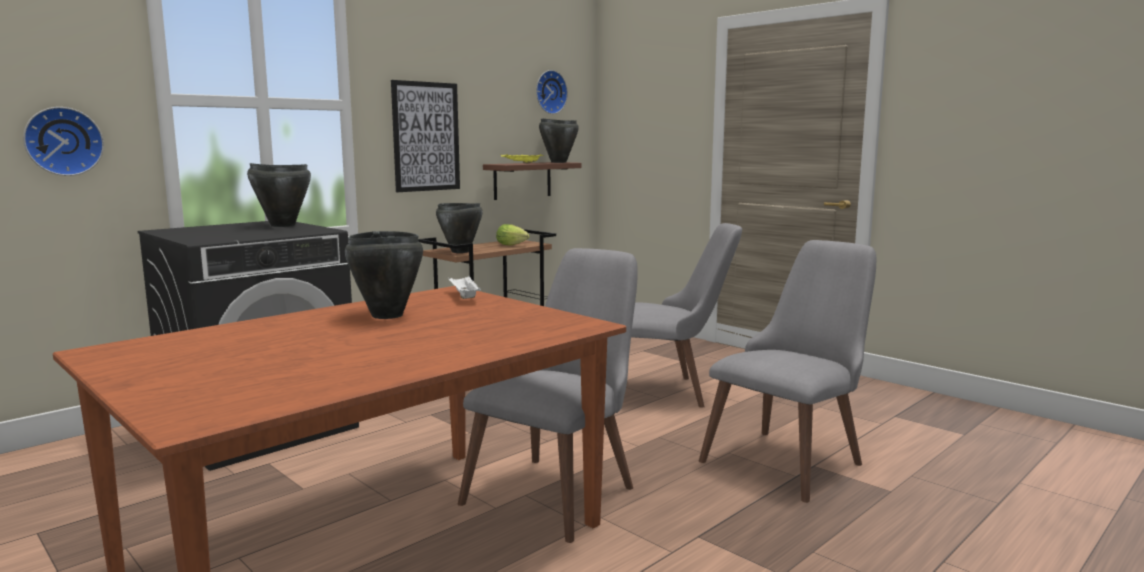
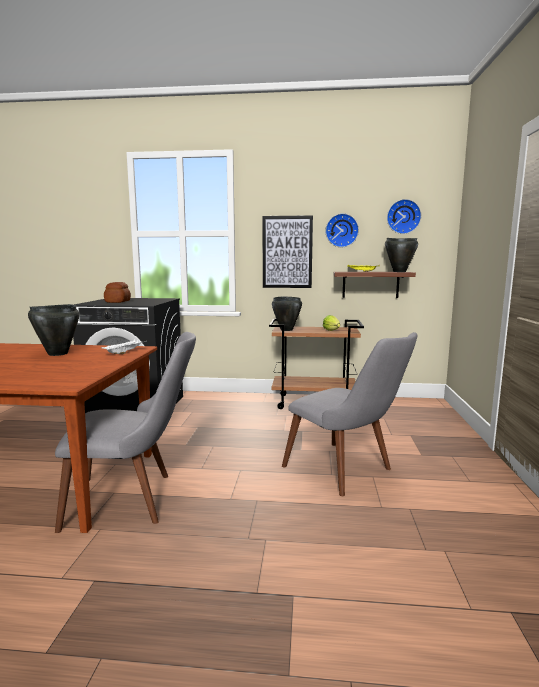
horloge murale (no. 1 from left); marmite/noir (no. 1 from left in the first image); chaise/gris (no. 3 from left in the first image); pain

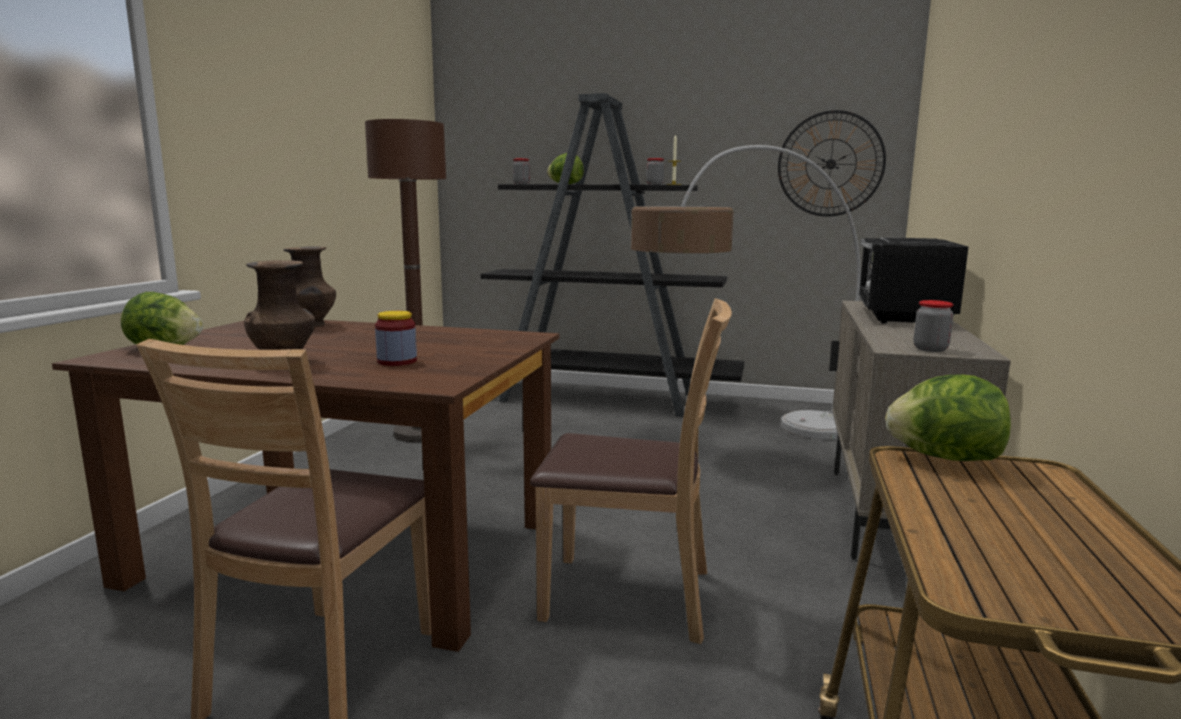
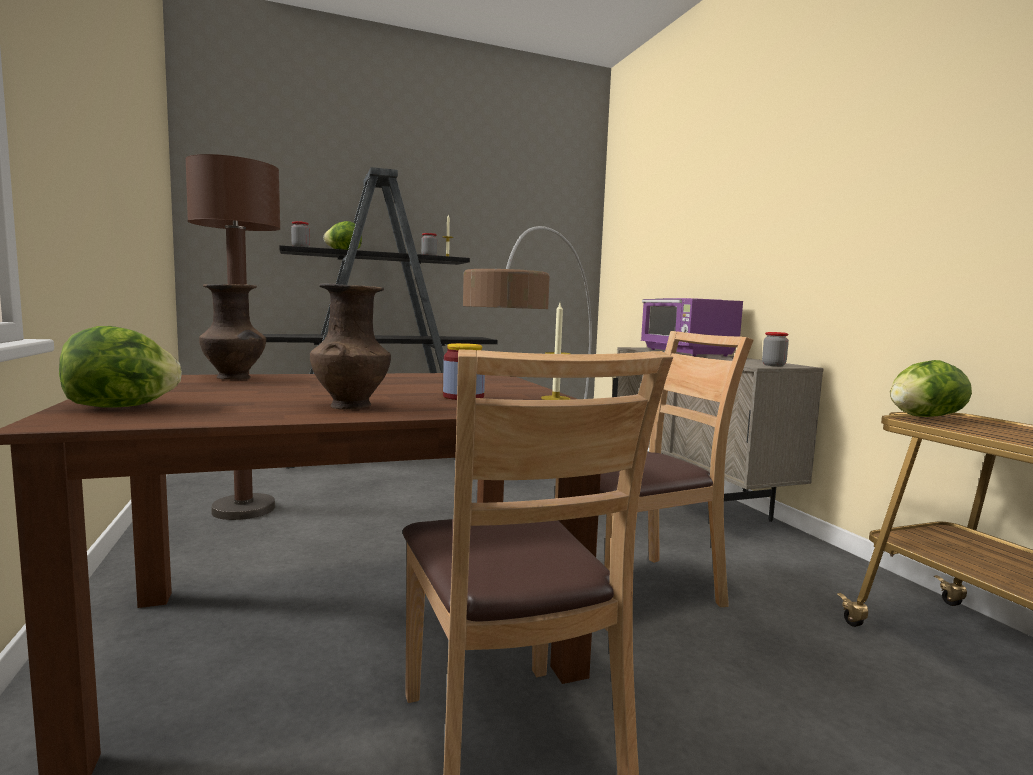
horloge murale; micro-ondes/violet; bougie (no. 2 from left)

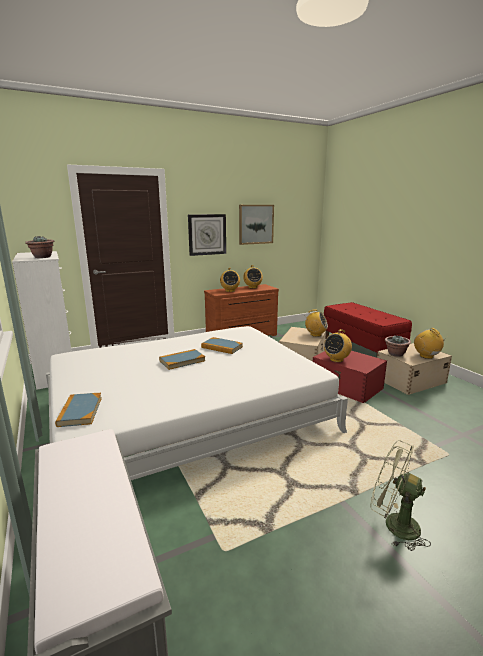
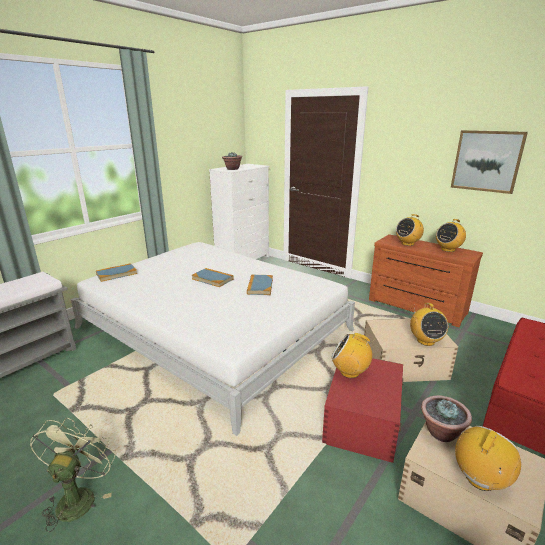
horloge murale

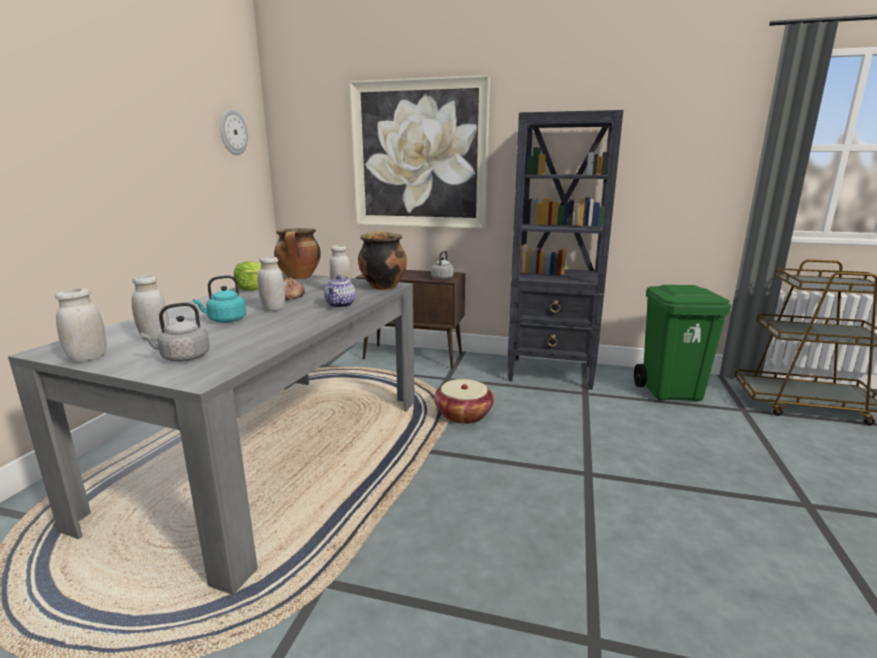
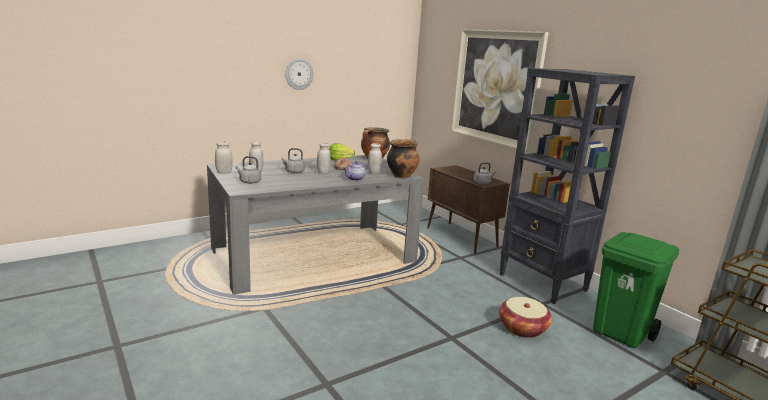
bouilloire/gris (no. 2 from left); horloge murale; panier

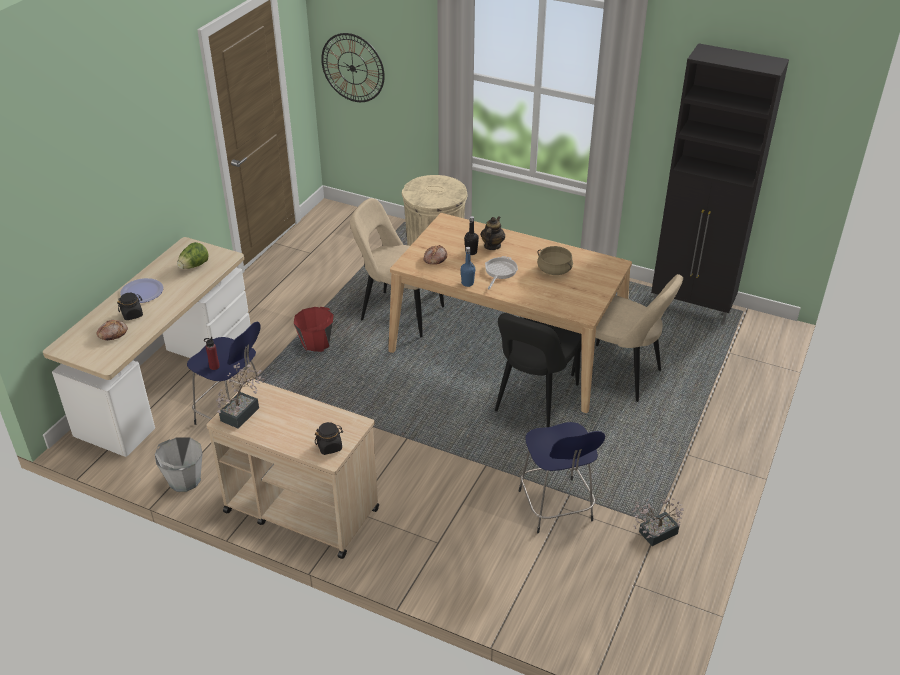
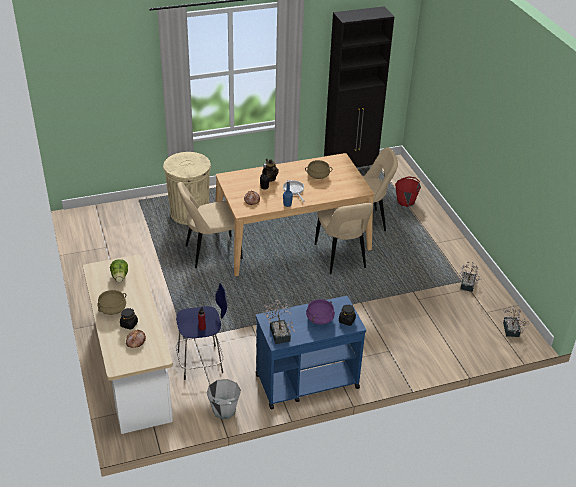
marmite/beige (no. 1 from left); chariot/bleu; seau/rouge; horloge murale; chaise/beige (no. 2 from left); tabouret/bleu (no. 2 from left in the first image); marmite/violet; plante en pot (no. 3 from left)

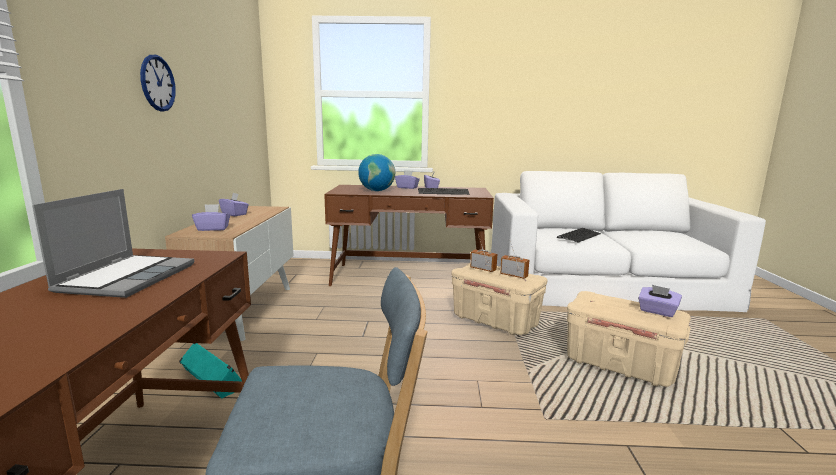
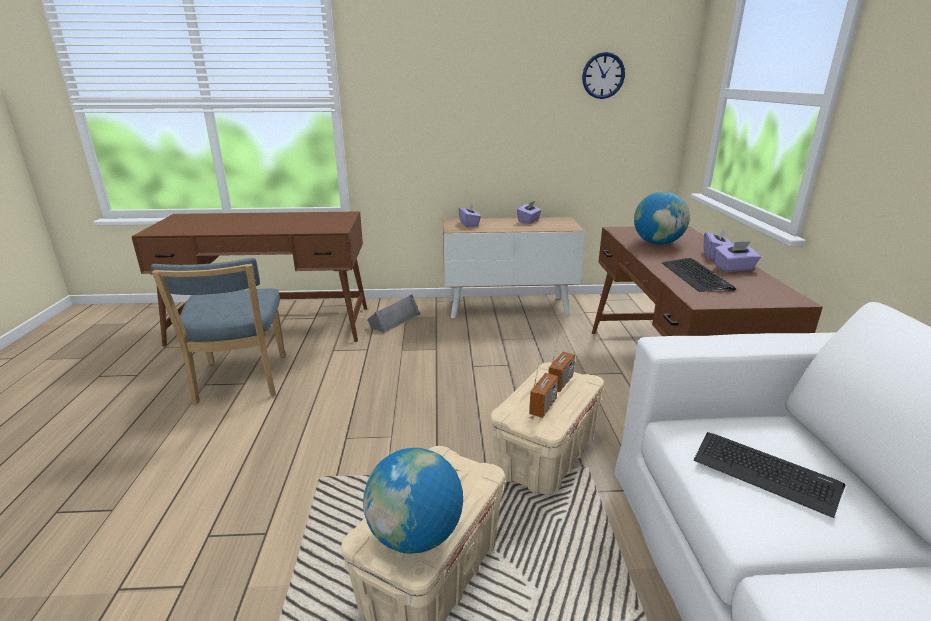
ordinateur portable; horloge murale; enceinte/gris; globe (no. 1 from left)

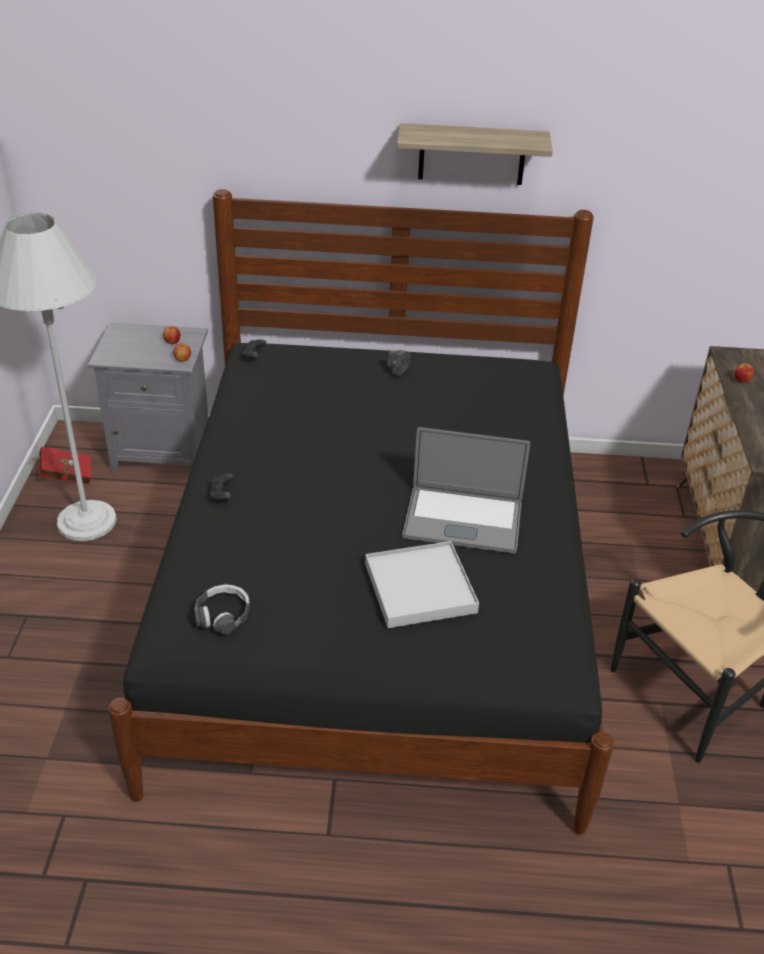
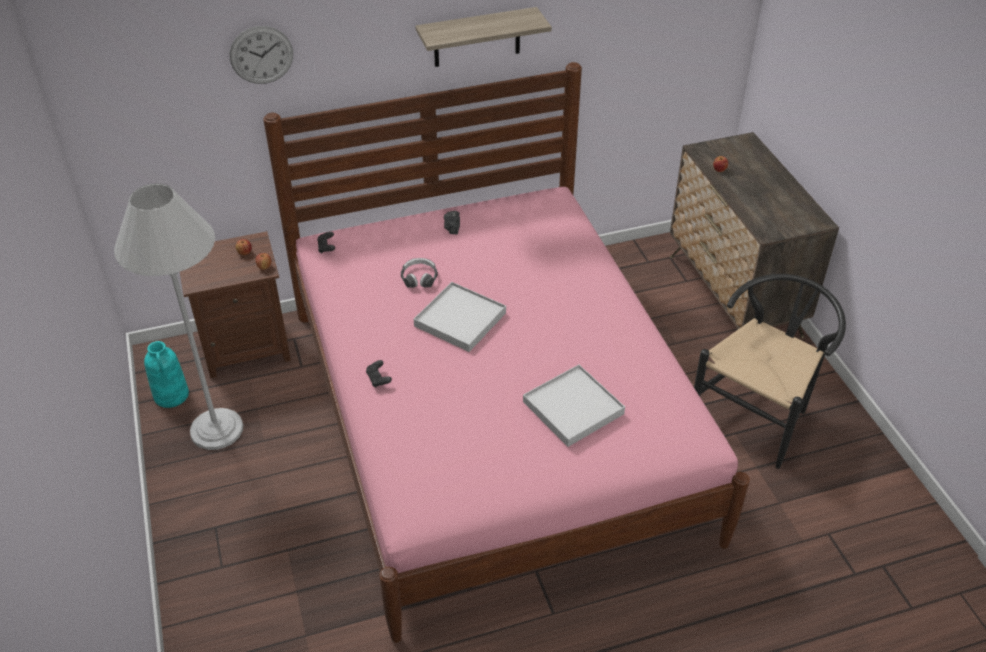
vase/turquoise; table de chevet/marron; lit/rose; casque audio; ordinateur portable; horloge murale; plateau/blanc (no. 1 from left)

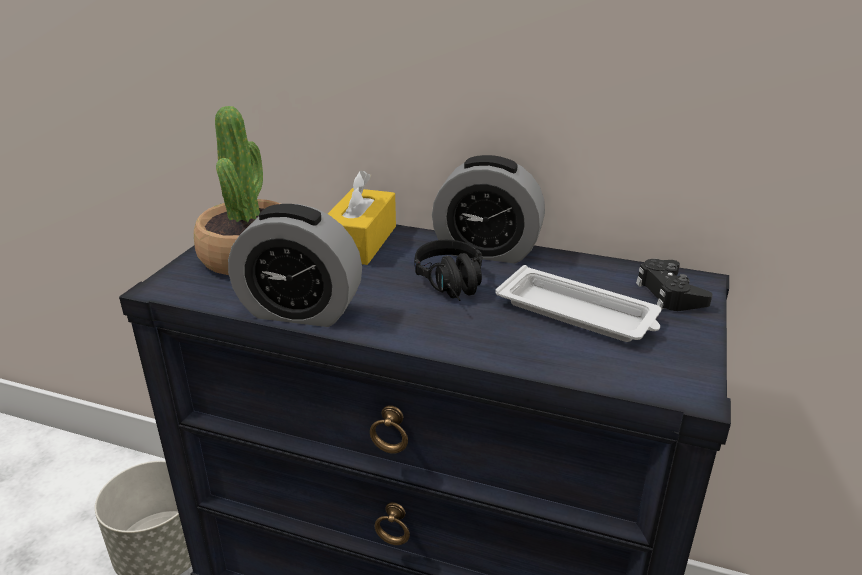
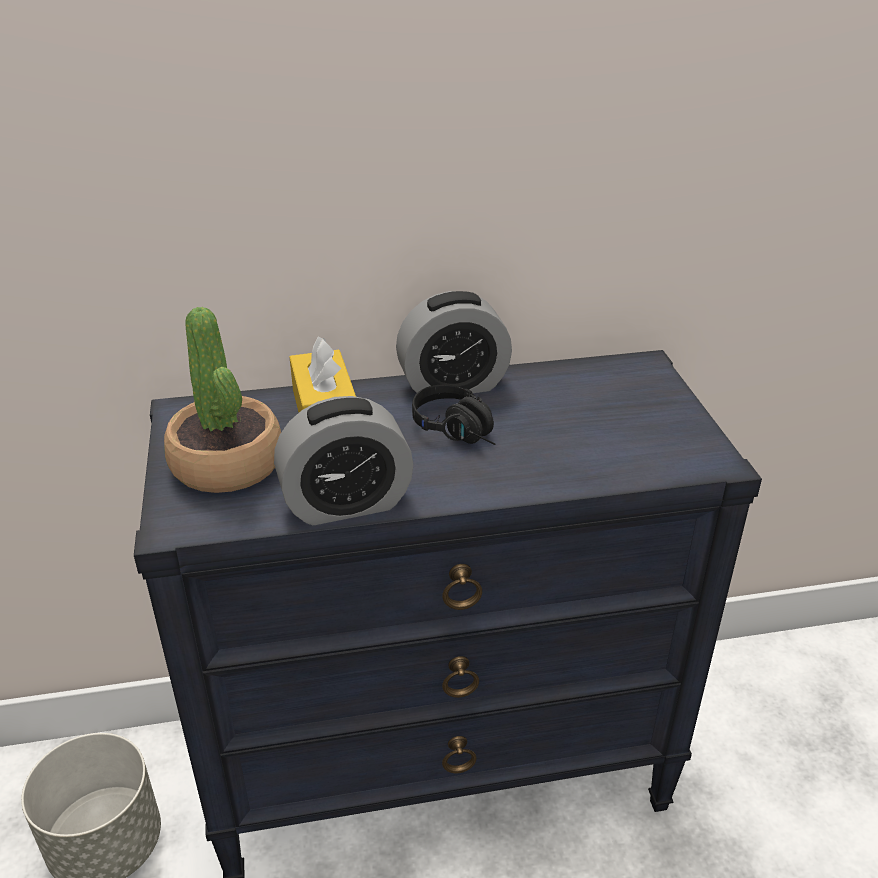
plateau/blanc; manette/noir

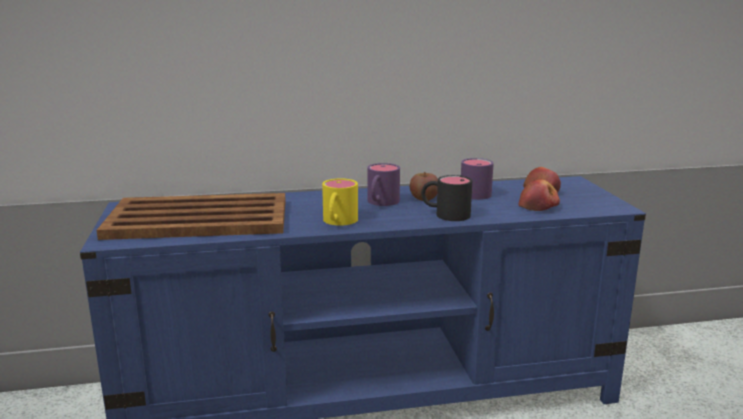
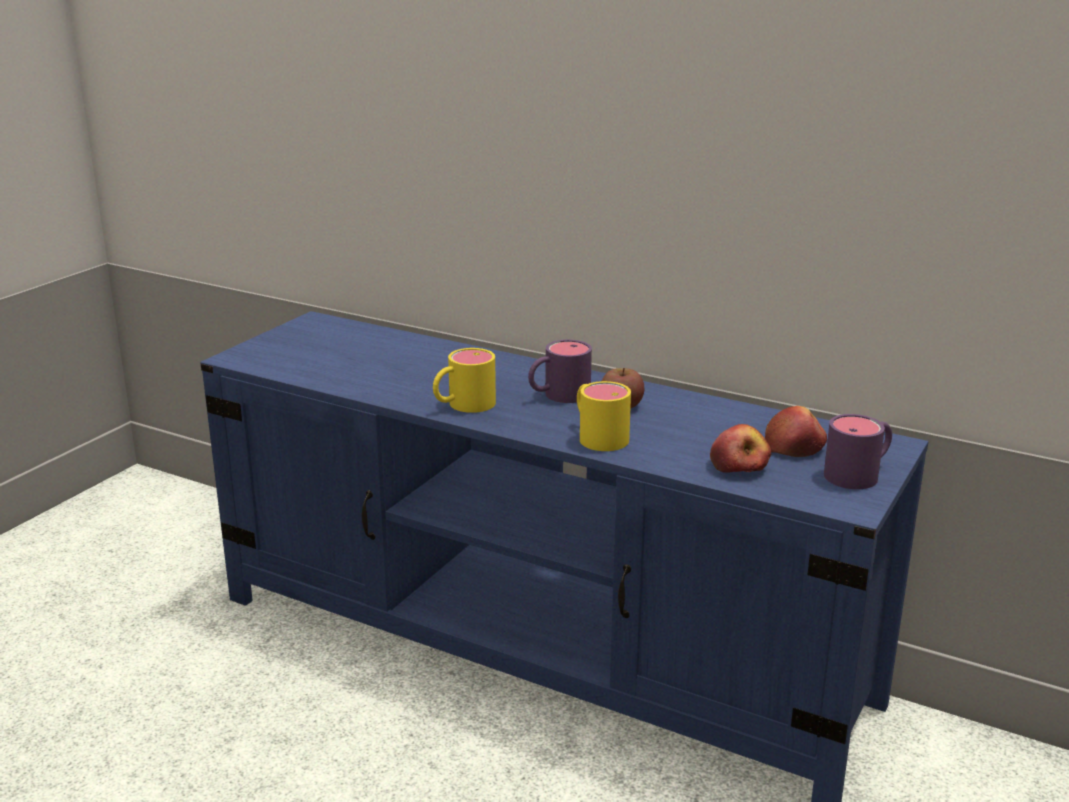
plateau/marron; mug/jaune (no. 2 from left); mug/violet (no. 2 from left)

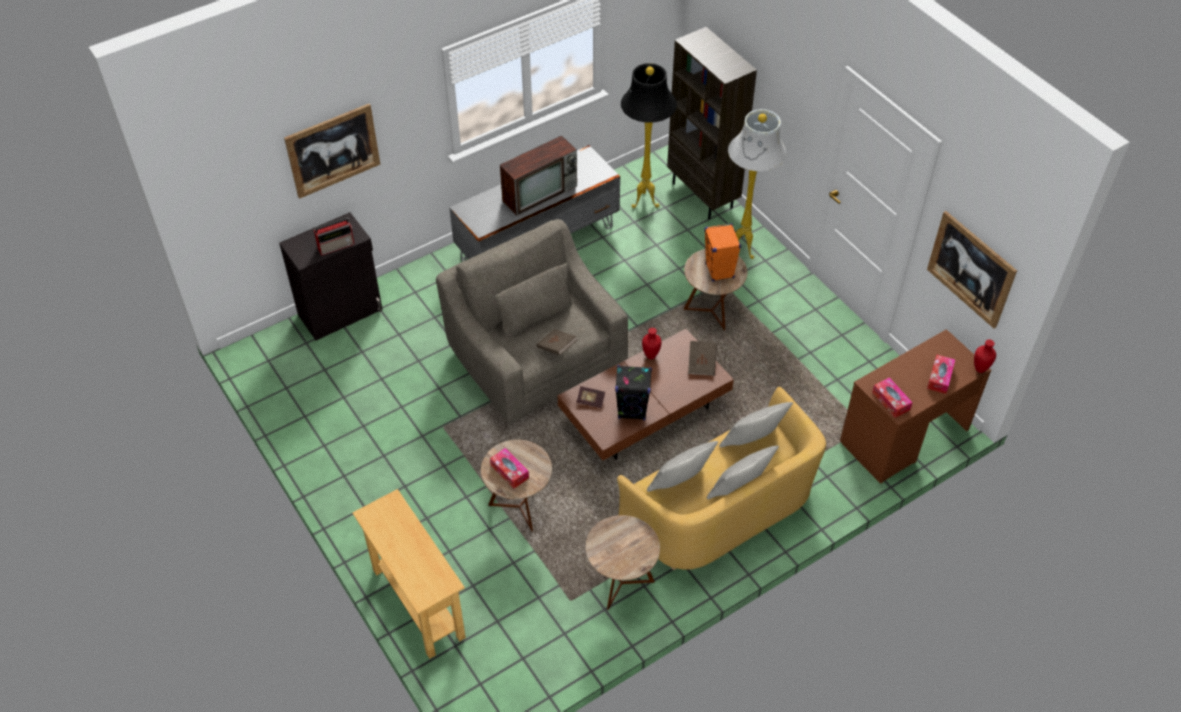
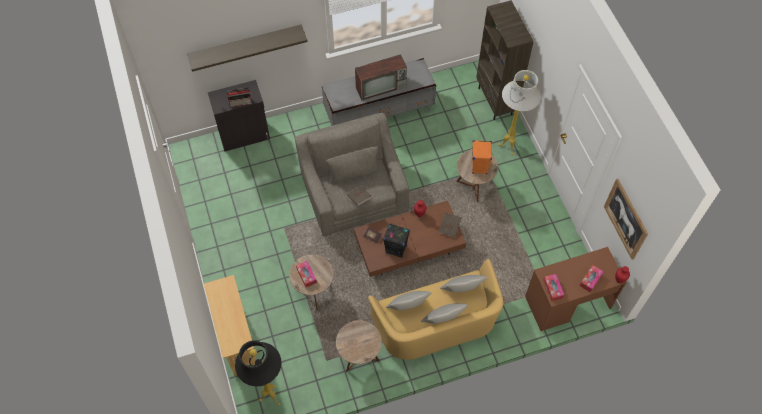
étagère; lampadaire/noir

